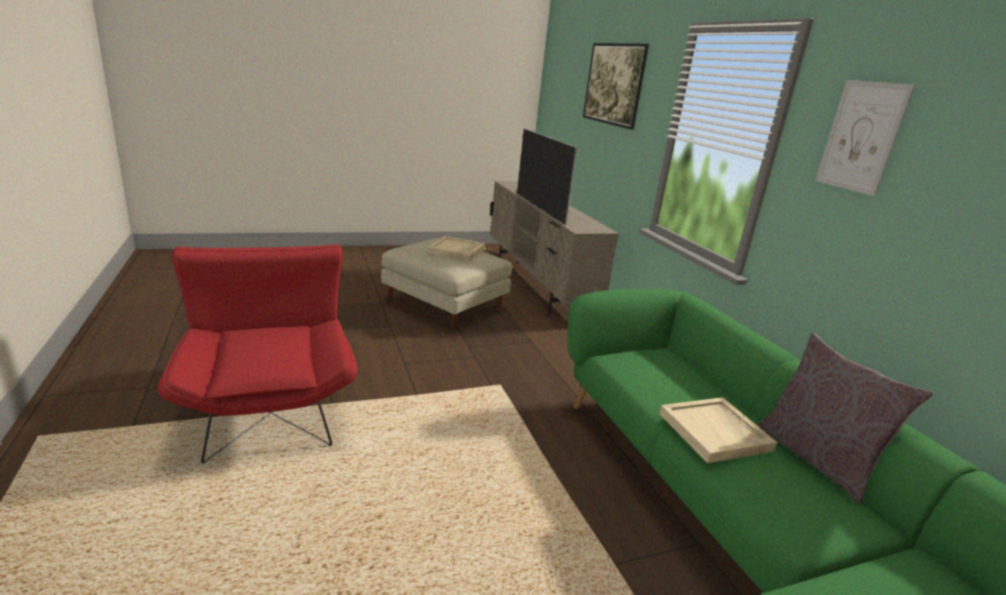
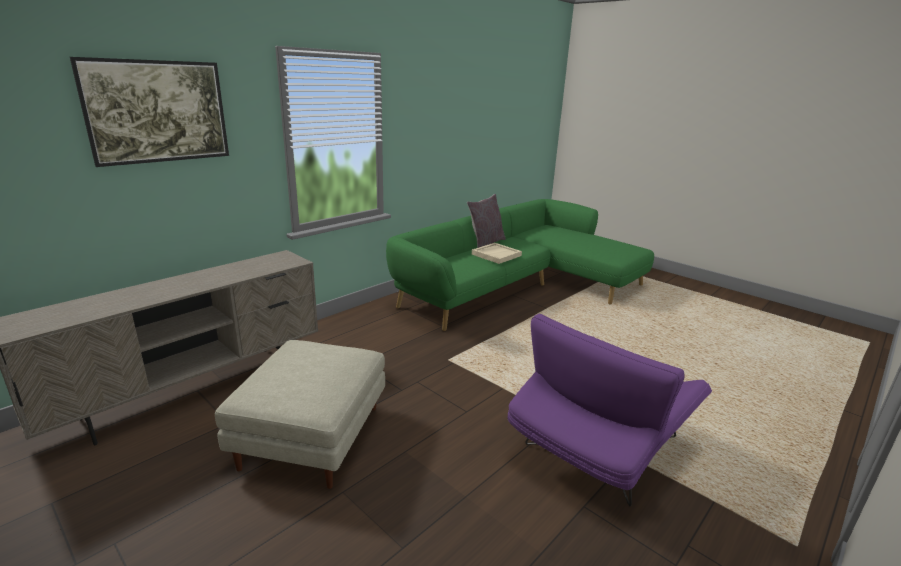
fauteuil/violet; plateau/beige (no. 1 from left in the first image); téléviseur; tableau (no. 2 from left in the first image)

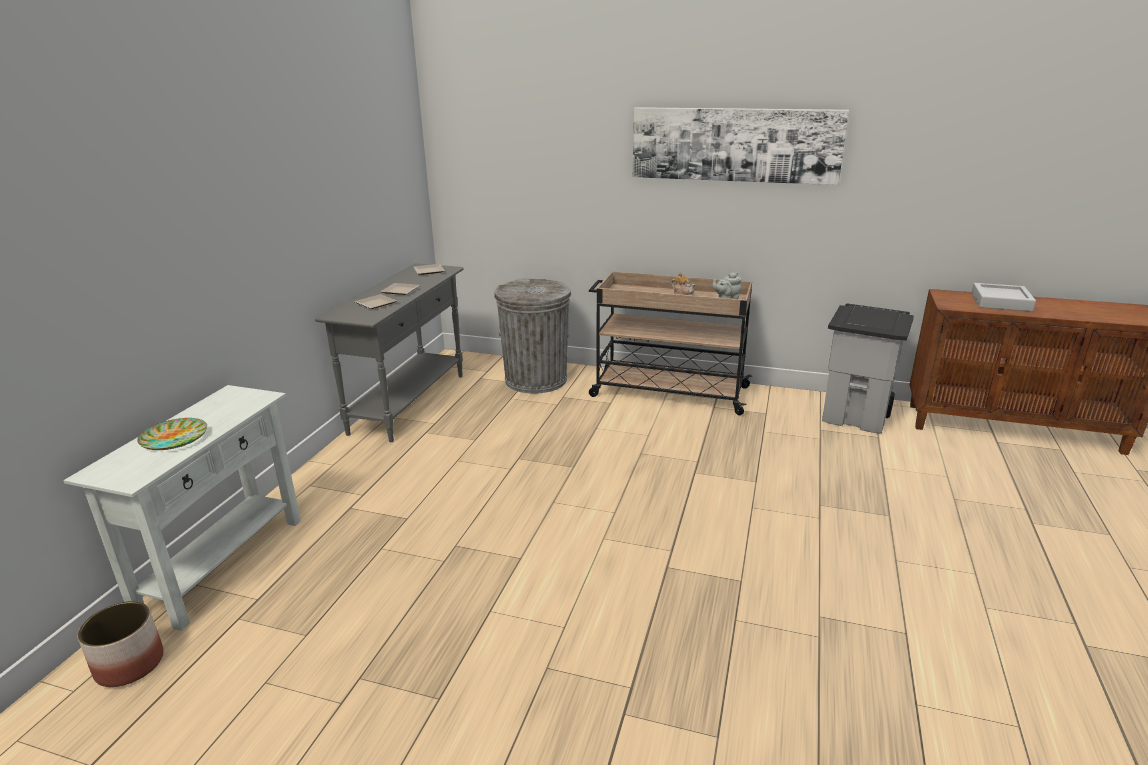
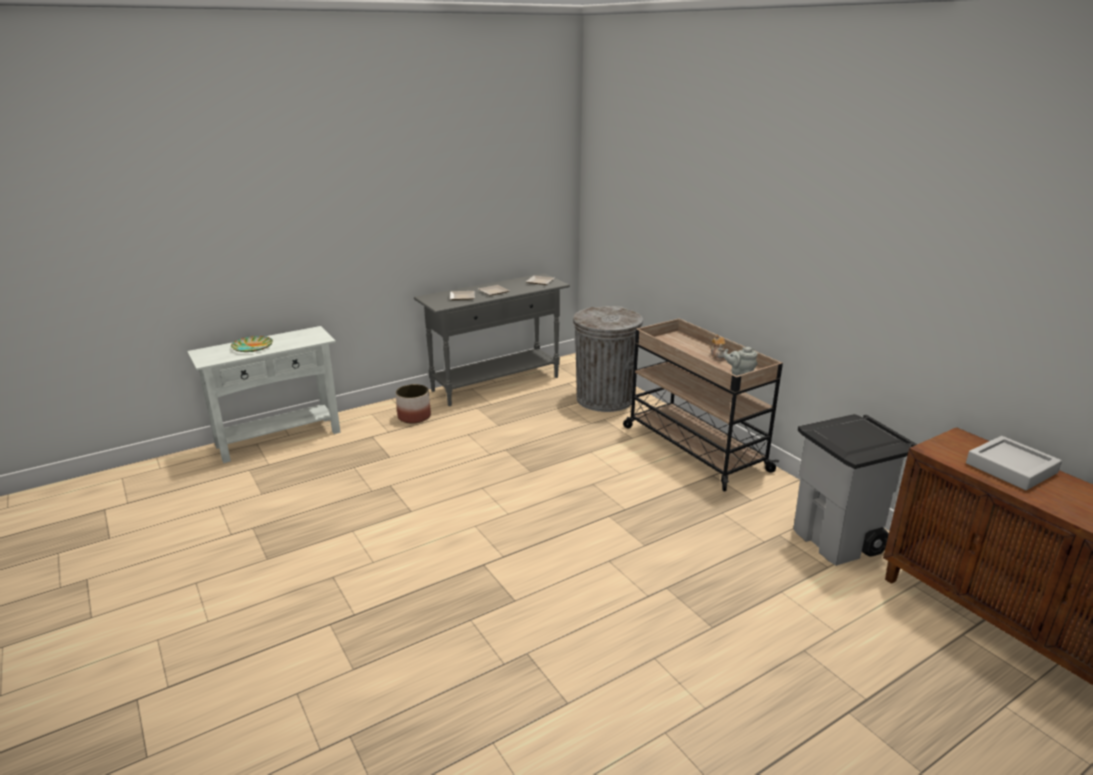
cache-pot; tableau

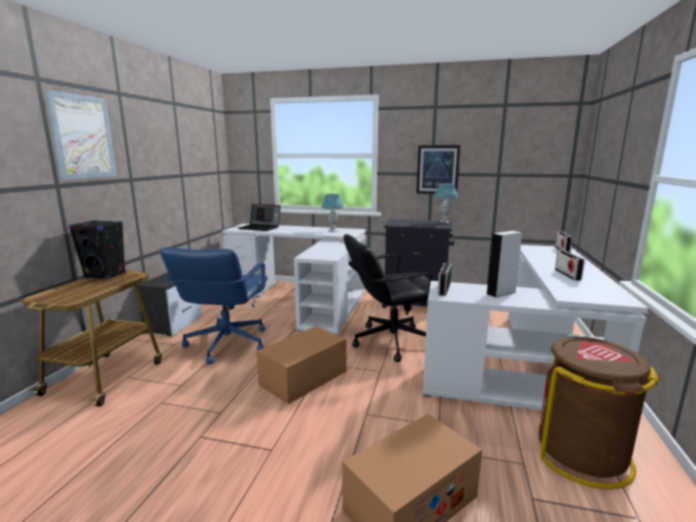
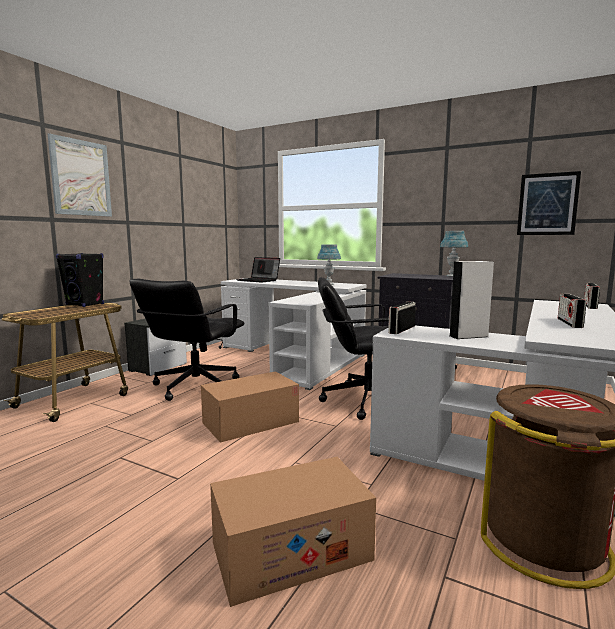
chaise de bureau/noir (no. 1 from left); tableau (no. 2 from left)

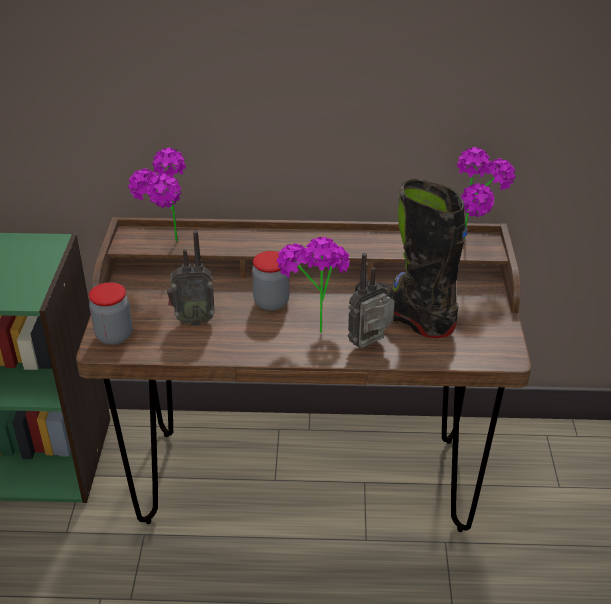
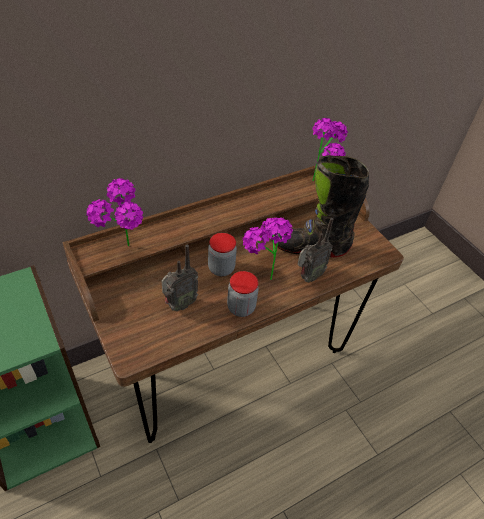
bocal (no. 2 from left); radio (no. 2 from left)

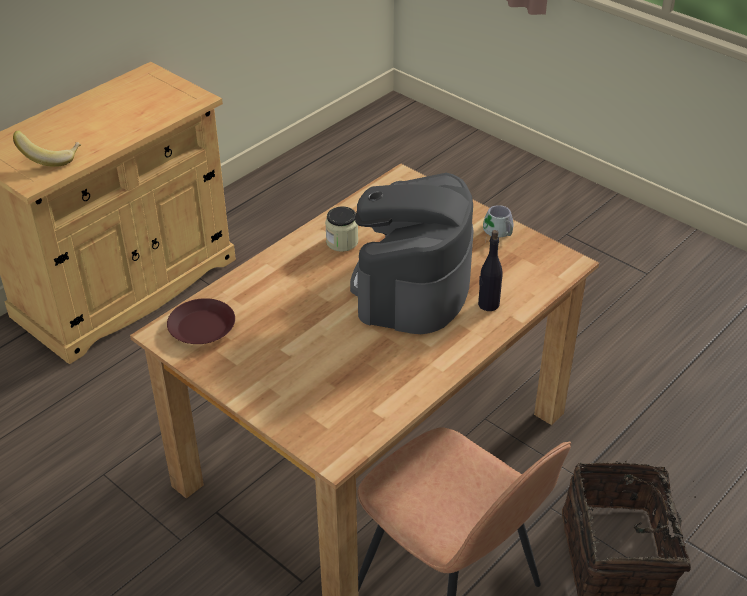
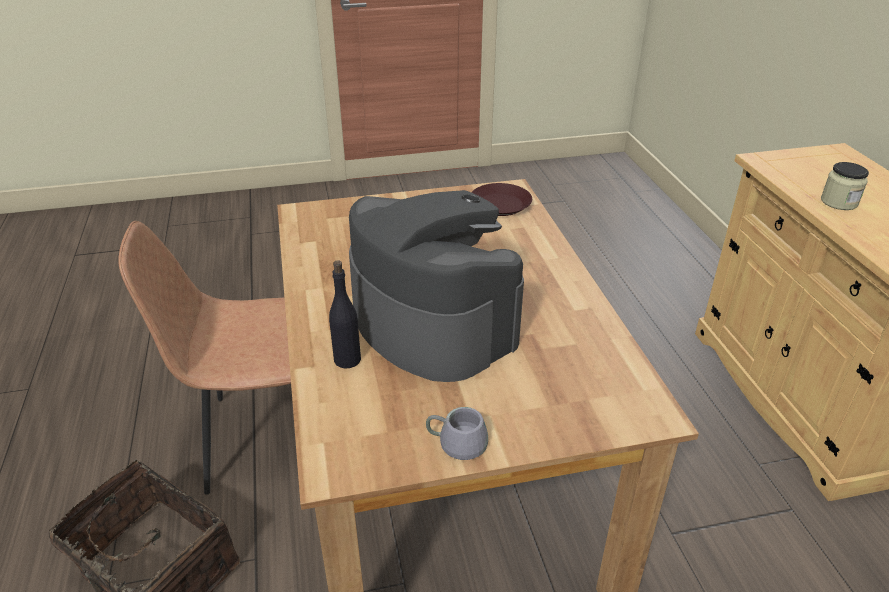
banane; bocal

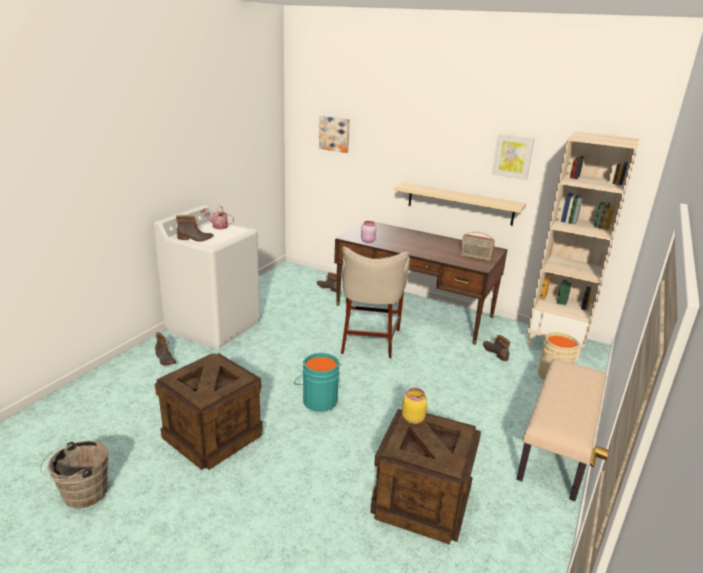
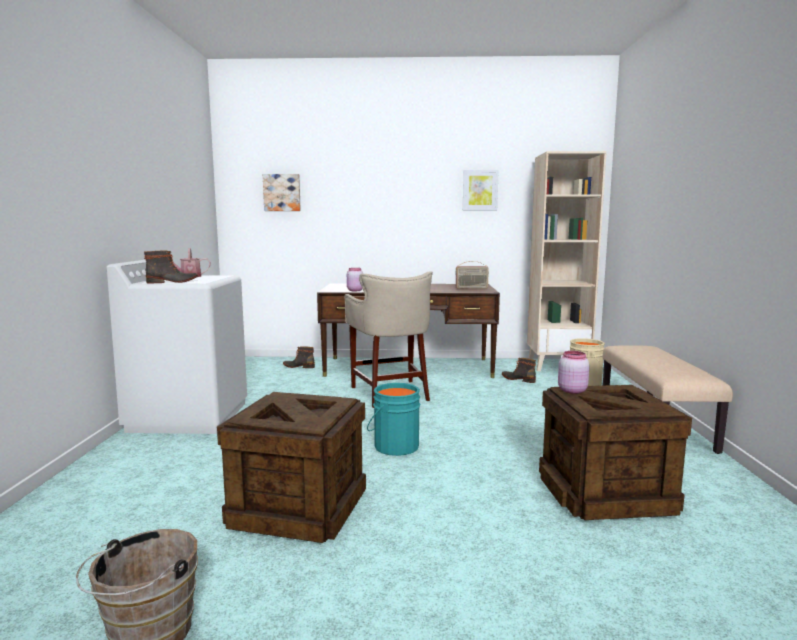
botte (no. 1 from left in the first image); étagère/beige; bocal/rose (no. 2 from left)

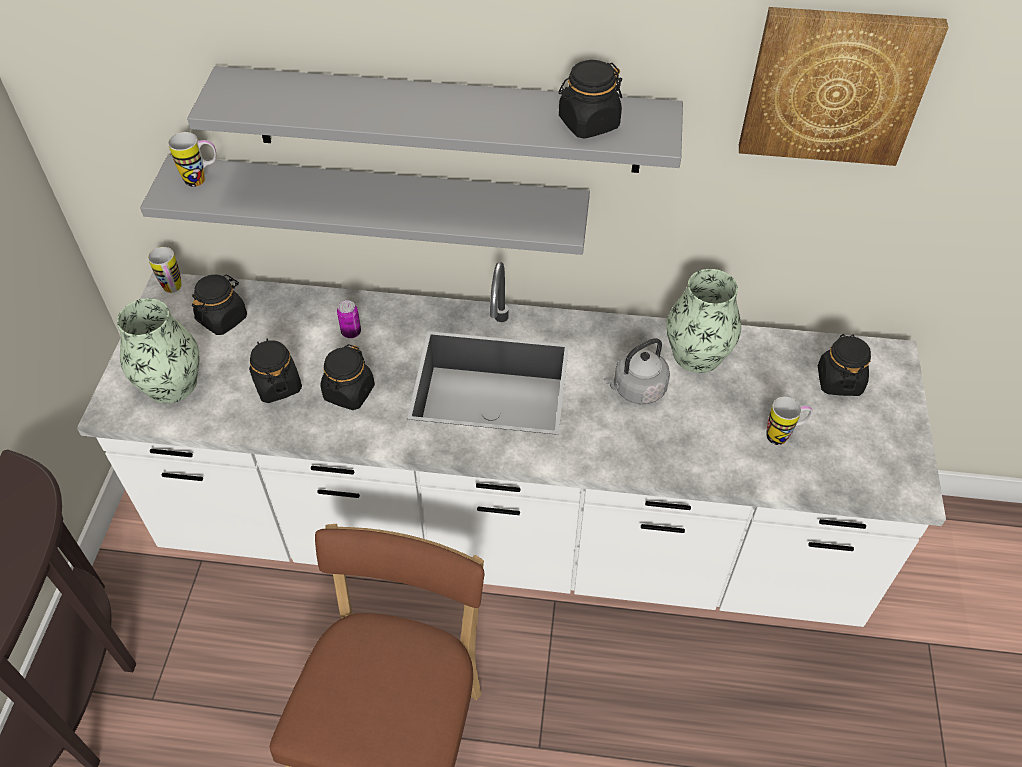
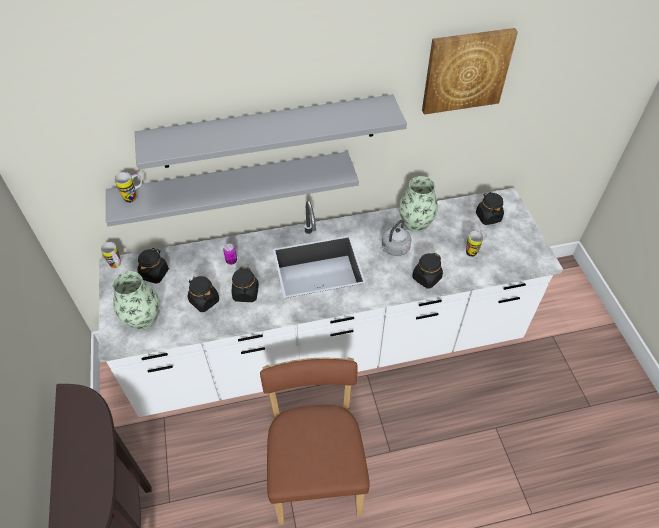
bocal/noir (no. 4 from left)

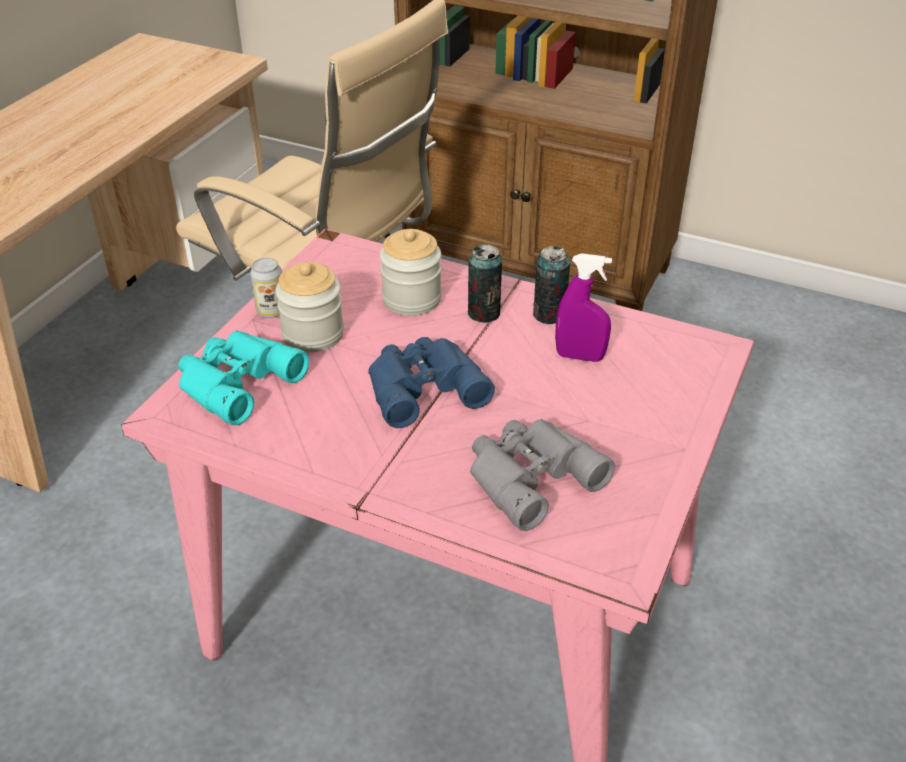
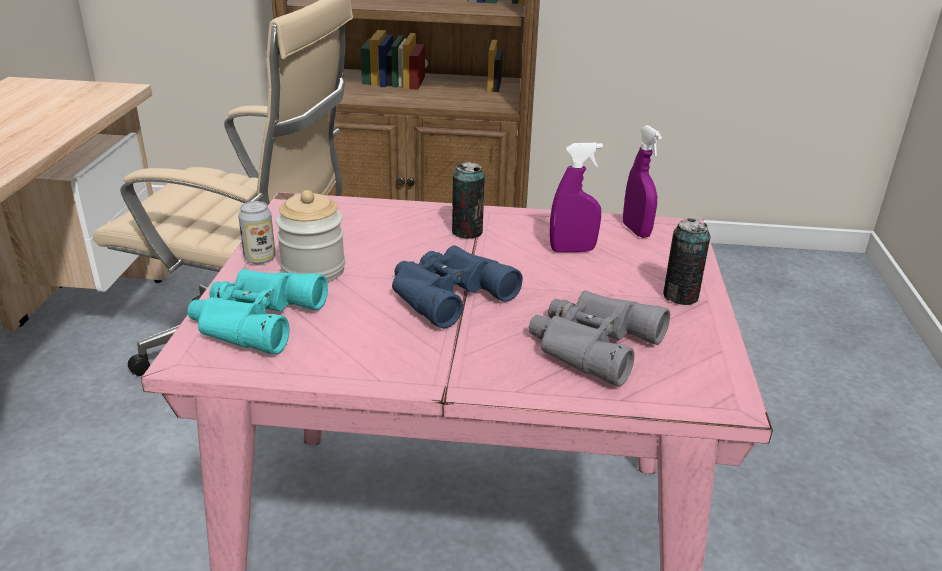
bocal (no. 2 from left in the first image); boîte métallique (no. 3 from left); vaporisateur/violet (no. 2 from left)

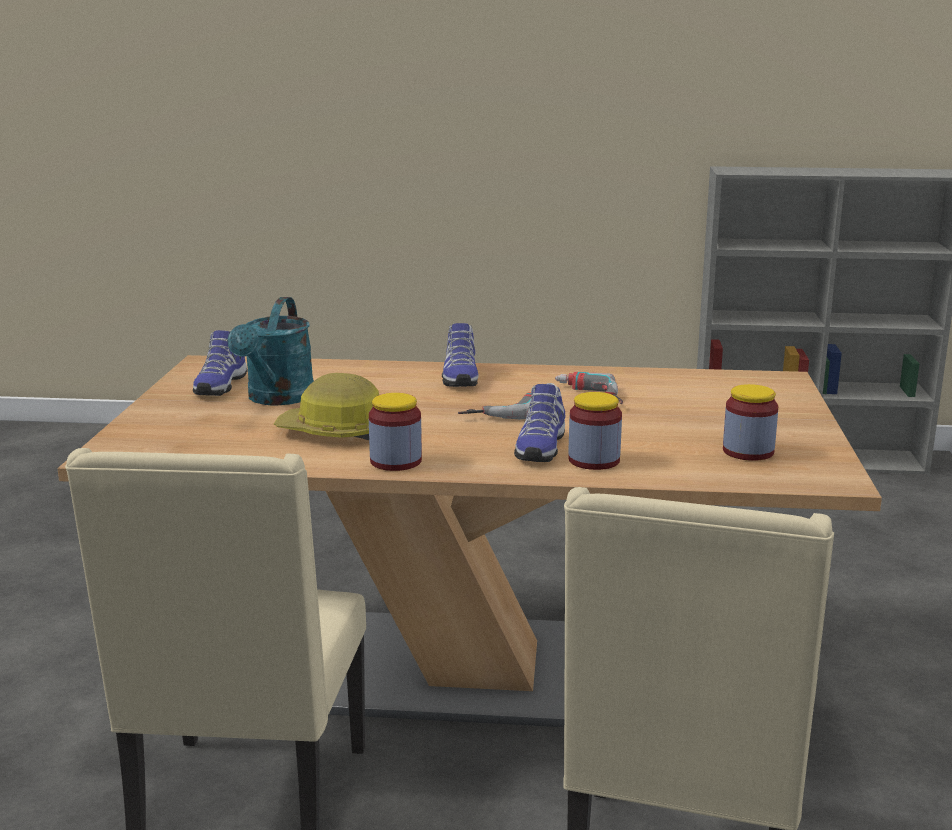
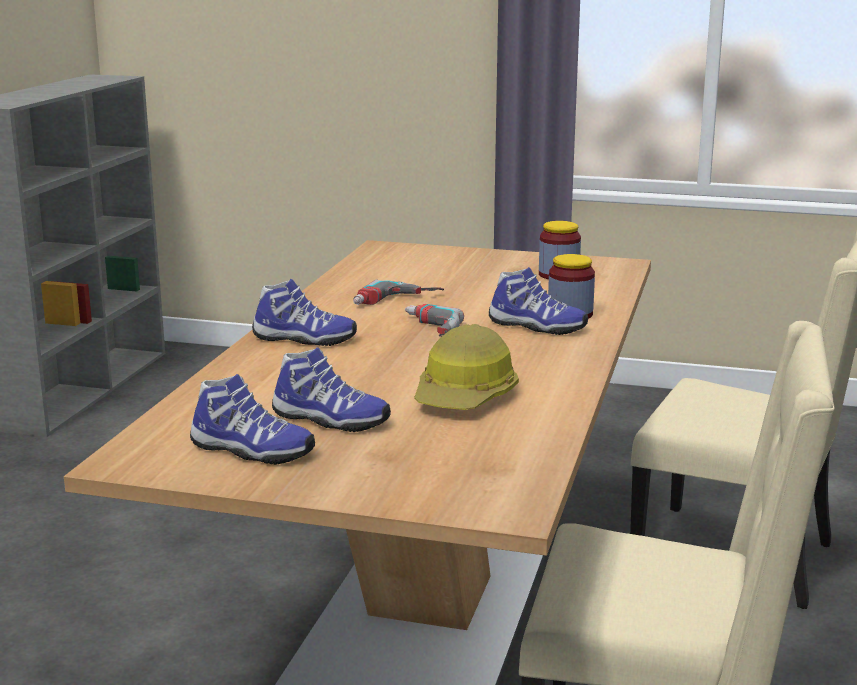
chaussure (no. 3 from left); bocal (no. 1 from left in the first image)

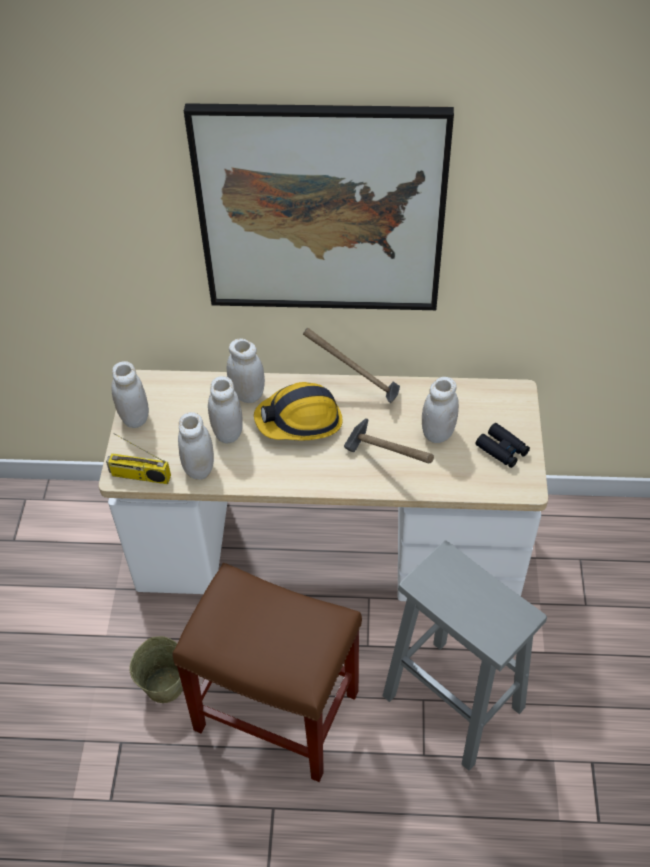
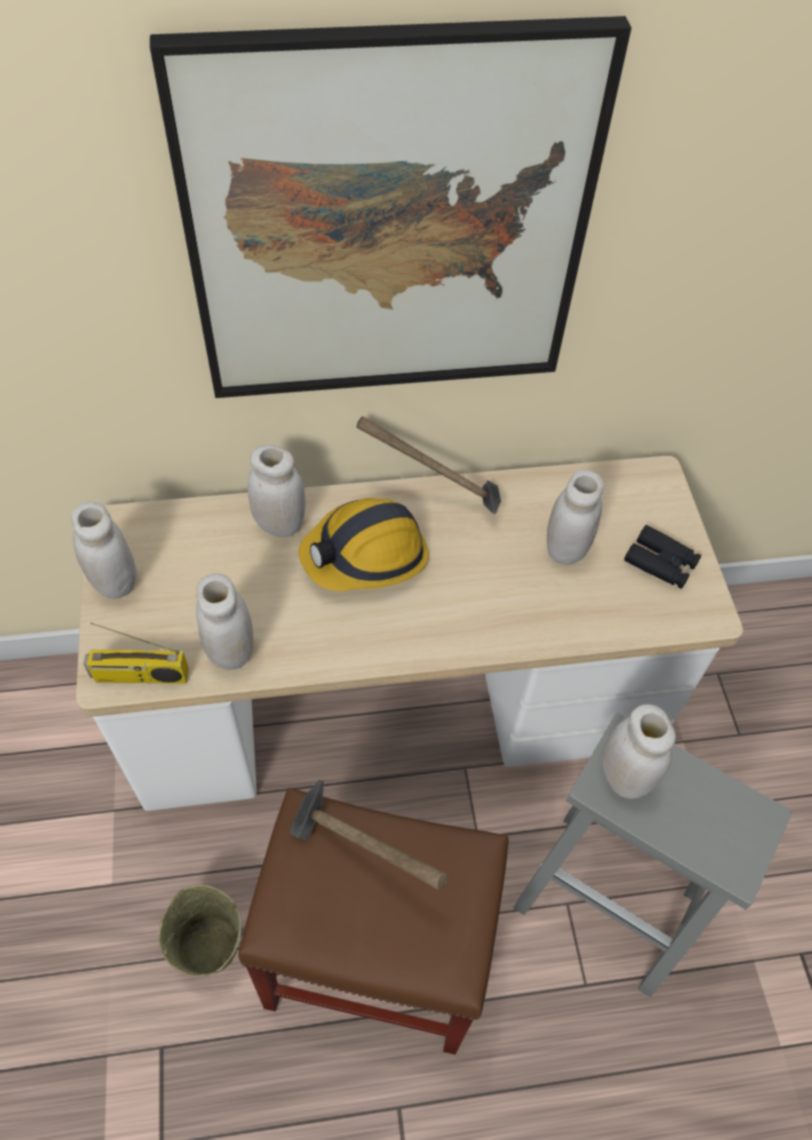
bocal/blanc (no. 5 from left); marteau (no. 1 from left)

